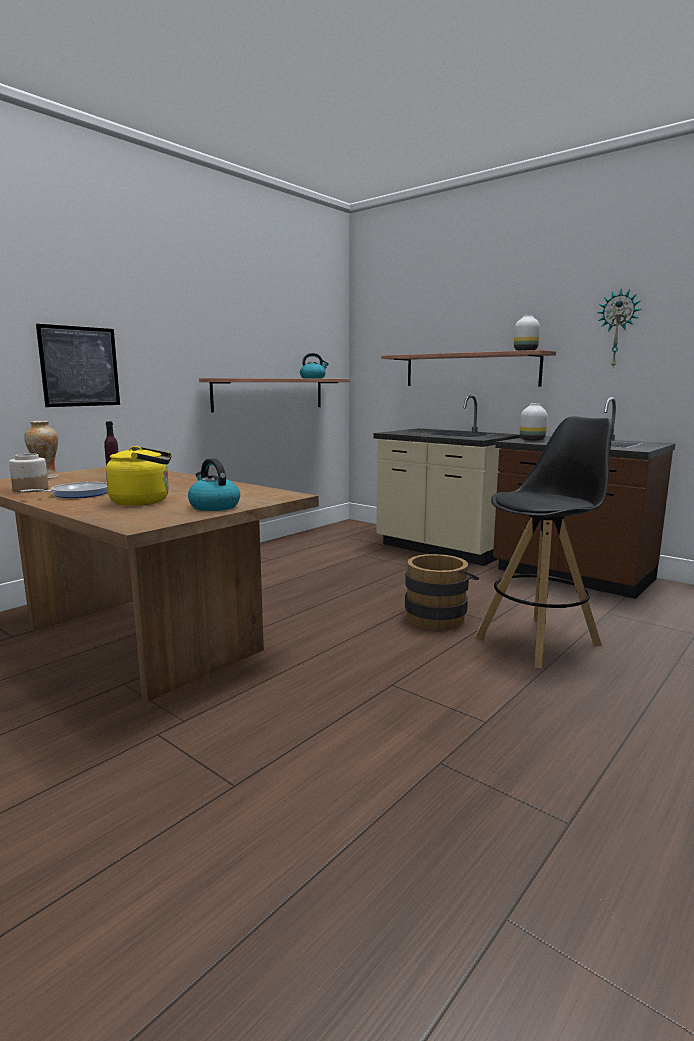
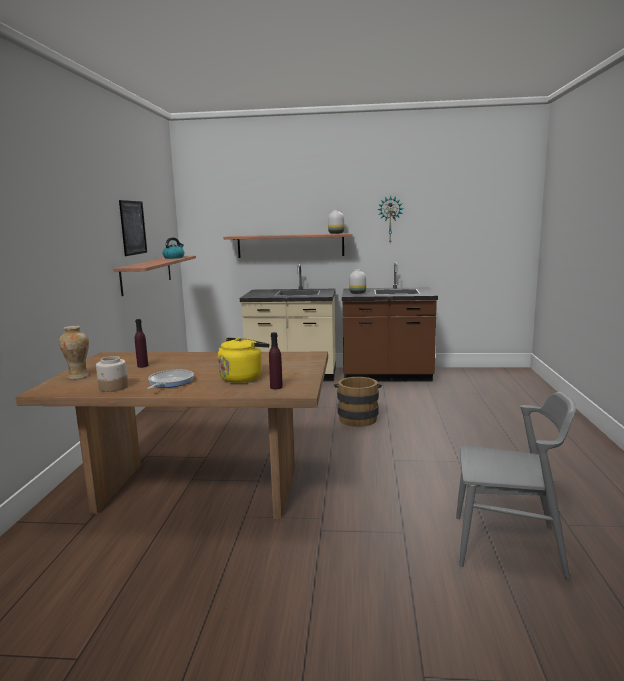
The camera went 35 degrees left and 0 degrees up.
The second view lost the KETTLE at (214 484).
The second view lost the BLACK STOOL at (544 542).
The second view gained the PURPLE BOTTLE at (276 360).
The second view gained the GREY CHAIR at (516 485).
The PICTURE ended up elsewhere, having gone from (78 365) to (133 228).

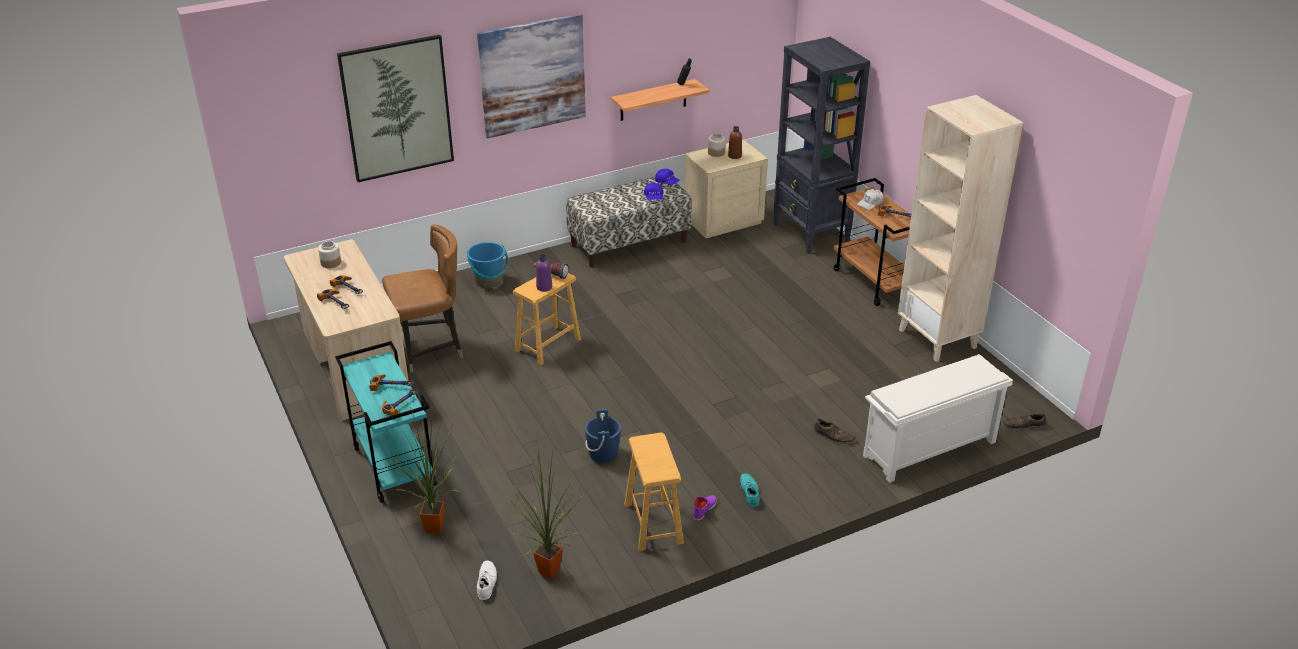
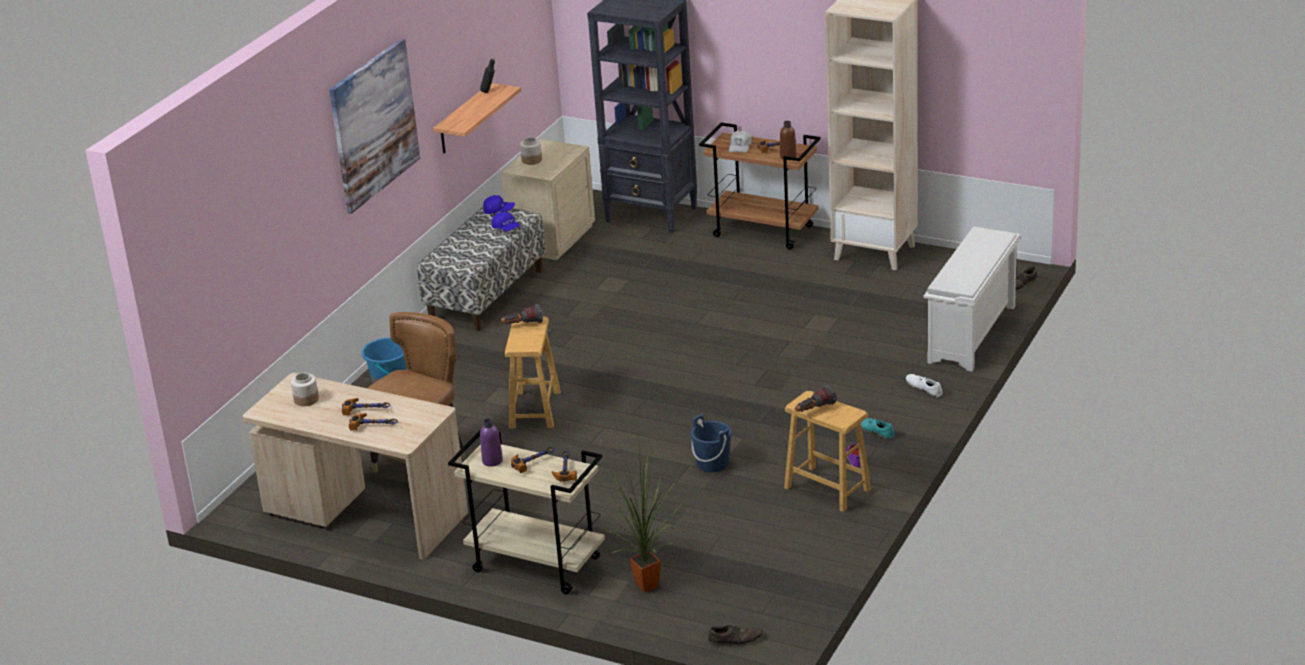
The camera went 35 degrees left and 5 degrees down.
The second view lost the PICTURE at (395 108).
The second view lost the POTTED PLANT at (547 509).
The second view gained the FLASHLIGHT at (816 398).
The WHITE SHOE ended up elsewhere, having gone from (487 580) to (924 385).
The PURPLE BOTTLE ended up elsewhere, having gone from (544 273) to (491 442).
The BROWN BOTTLE ended up elsewhere, having gone from (735 142) to (788 140).
The BROWN SHOE ended up elsewhere, having gone from (835 431) to (735 635).
What was the TURQUOISE CART at (386 422) turned into the BEIGE CART at (526 512).

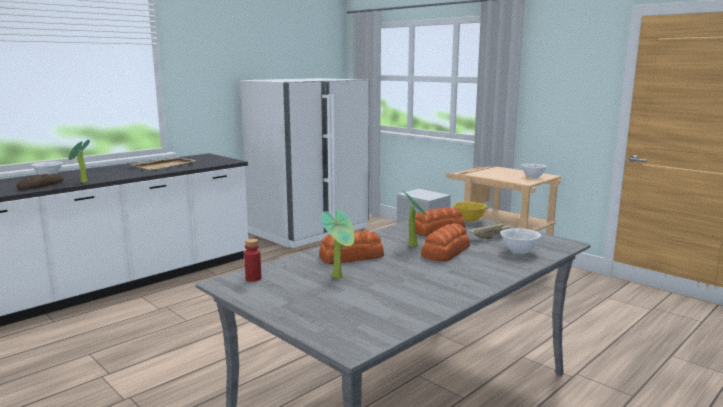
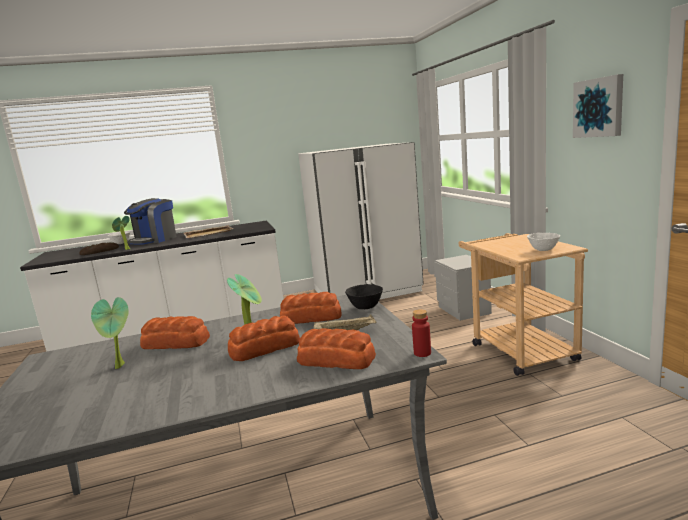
The camera went 30 degrees right and 0 degrees up.
The second view gained the COFFEE MACHINE at (150 221).
The second view gained the PICTURE at (598 106).
The RED BOTTLE ended up elsewhere, having gone from (252 260) to (421 333).
Where the WHITE BOWL stood at (520 241), the BREAD came to stand at (336 348).
What was the YELLOW BOWL at (470 212) turned into the BLACK BOWL at (364 296).

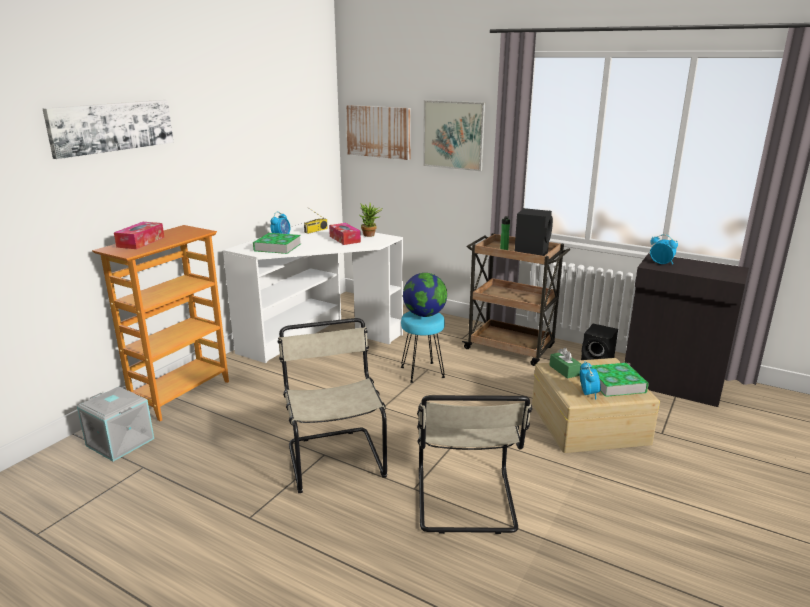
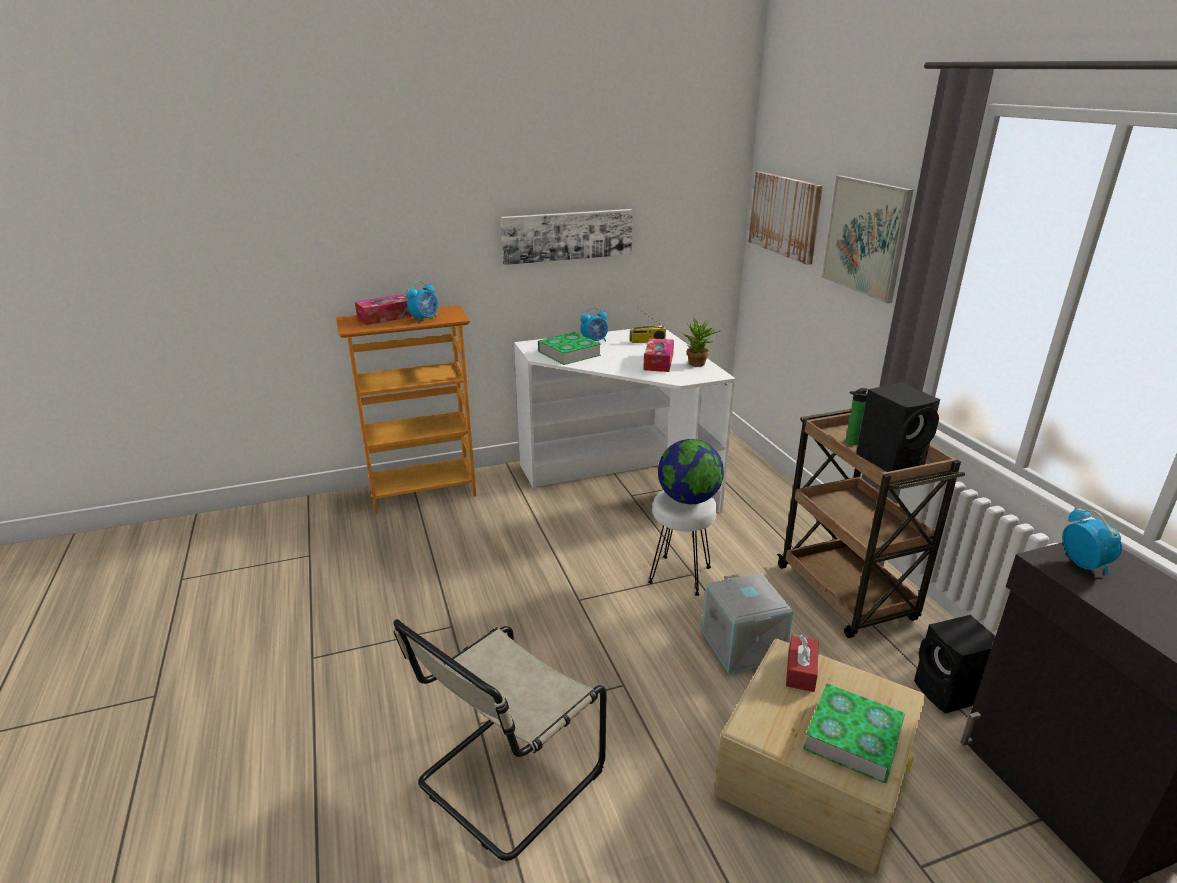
The camera went 40 degrees right and 5 degrees up.
The second view lost the BEIGE CHAIR at (332 405).
The PICTURE ended up elsewhere, having gone from (108 129) to (567 237).
The GREY STORAGE BOX ended up elsewhere, having gone from (115 424) to (747 623).
The ALARM CLOCK ended up elsewhere, having gone from (590 381) to (422 302).
What was the TURQUOISE STOOL at (423 347) turned into the WHITE STOOL at (682 543).
What was the GREEN TISSUE BOX at (565 363) turned into the RED TISSUE BOX at (802 663).

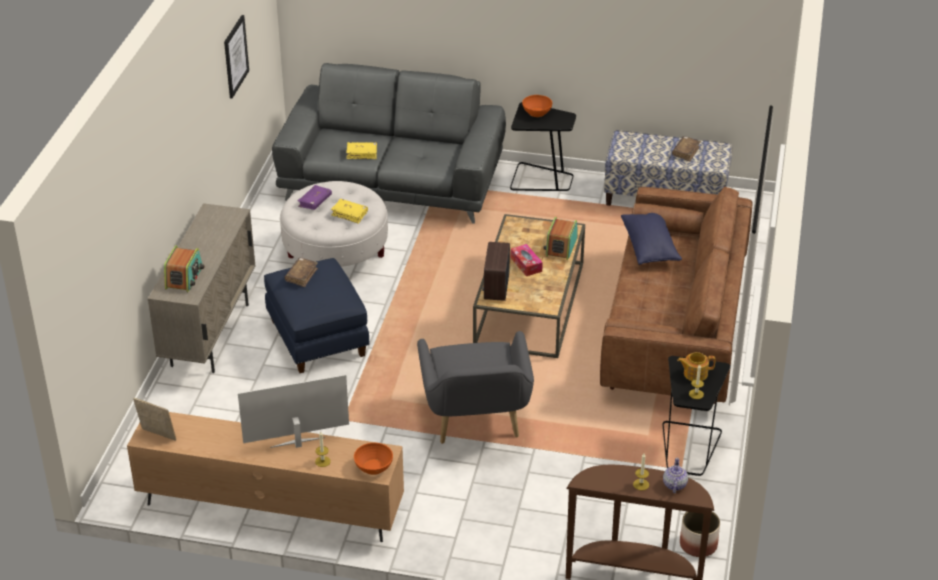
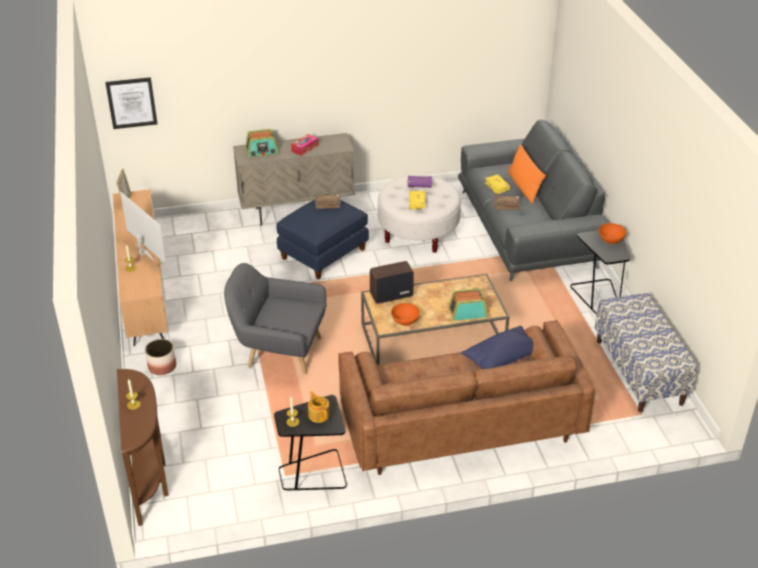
The camera went 65 degrees right and 0 degrees up.
The second view lost the TEAPOT at (675 475).
The second view gained the ORANGE PILLOW at (527 174).
The PICTURE ended up elsewhere, having gone from (236 57) to (131 103).
The ORANGE BOWL ended up elsewhere, having gone from (373 459) to (405 314).
The TISSUE BOX ended up elsewhere, having gone from (527 260) to (304 145).
The BROWN BOOK ended up elsewhere, having gone from (686 149) to (507 203).
The PLANTER ended up elsewhere, having gone from (700 534) to (160 357).
The GREY ARMCHAIR at (475 387) ended up facing another way, 45 degrees clockwise from before.

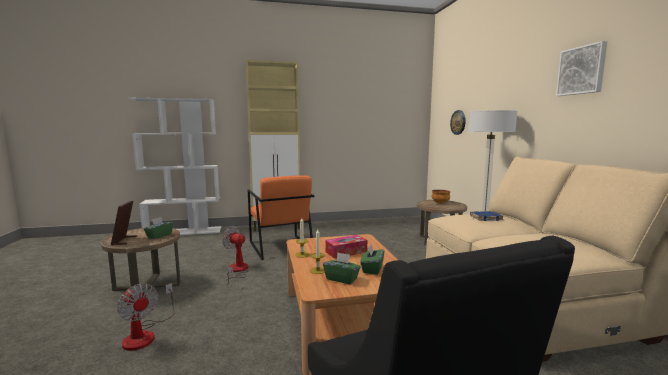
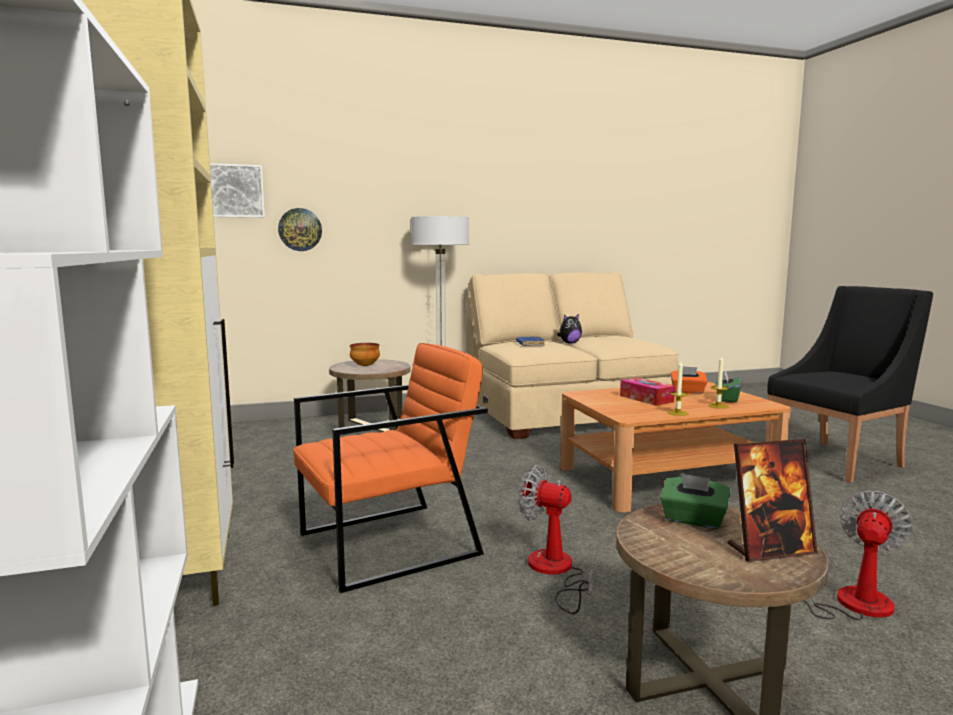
The camera went 95 degrees left and 0 degrees up.
The second view gained the PLUSH TOY at (569 329).
The PICTURE ended up elsewhere, having gone from (581 68) to (237 190).
What was the GREEN TISSUE BOX at (372 259) turned into the ORANGE TISSUE BOX at (689 380).
The FAN at (235 255) ended up facing another way, 90 degrees clockwise from before.

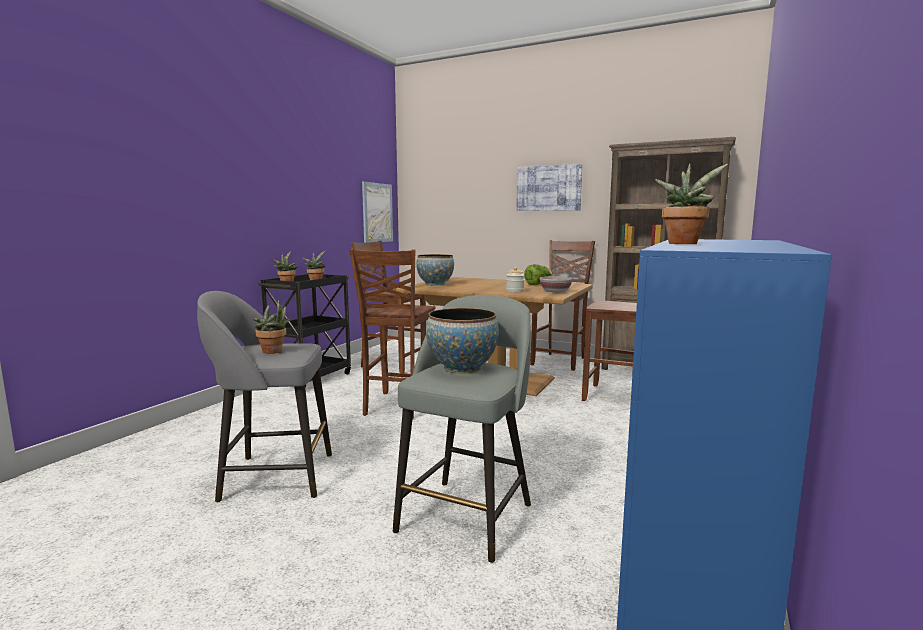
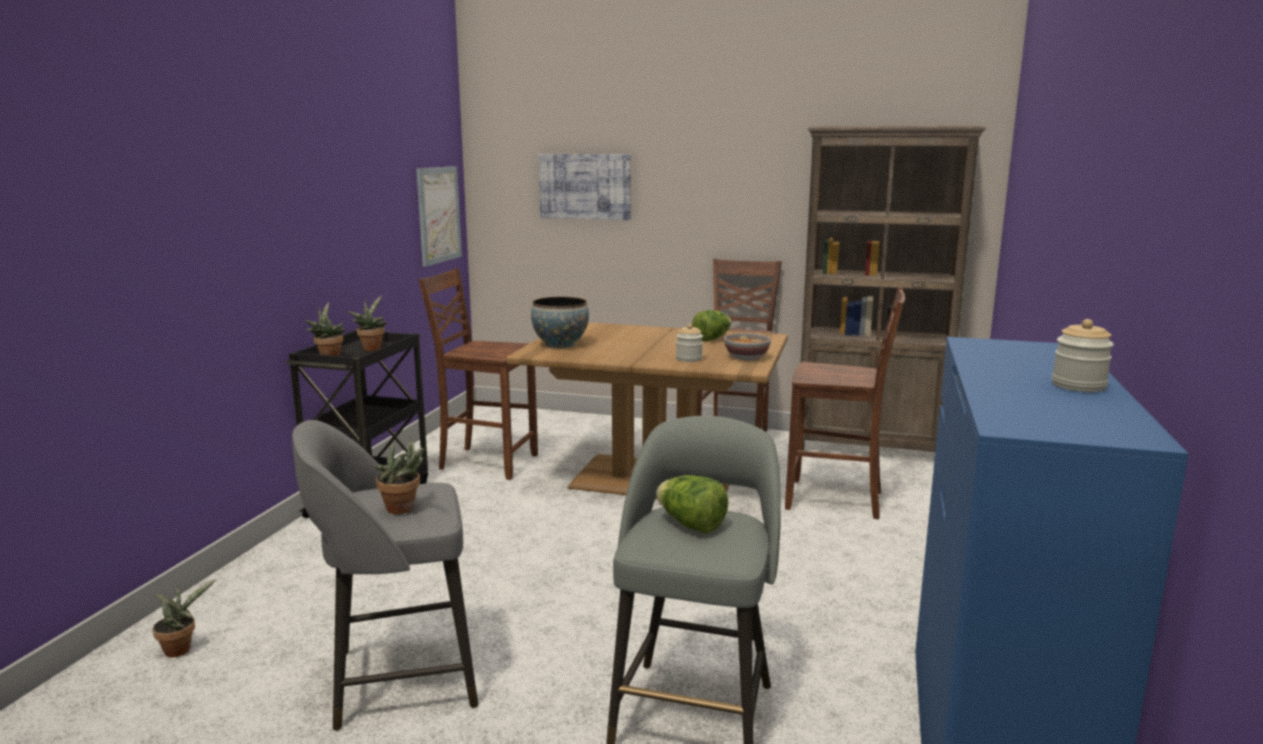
The camera went 10 degrees left and 5 degrees up.
The second view lost the BROWN CHAIR at (392 334).
The second view gained the JAR at (1083 355).
The PICTURE ended up elsewhere, having gone from (549 187) to (584 187).
The POTTED PLANT ended up elsewhere, having gone from (691 203) to (184 618).
Where the BOWL stood at (462 341), the LETTUCE came to stand at (692 504).

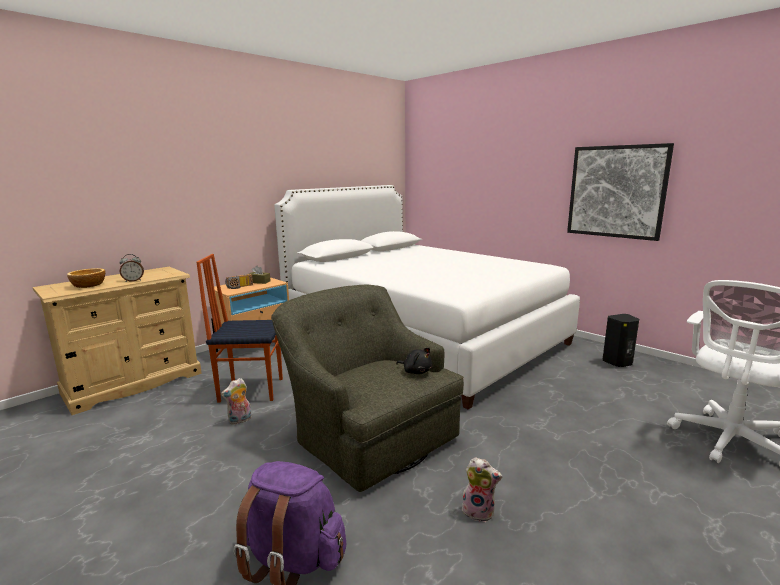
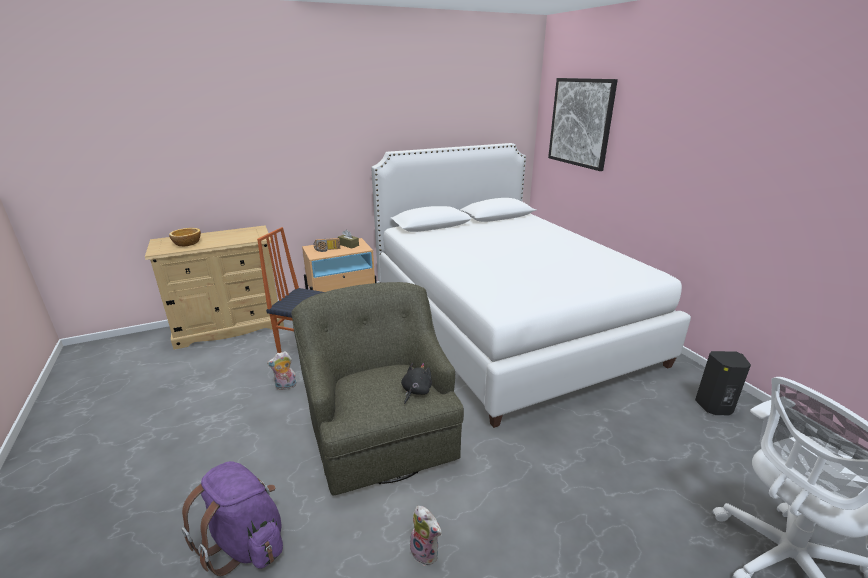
The camera went 20 degrees right and 10 degrees up.
The second view lost the ALARM CLOCK at (132 268).
The PICTURE ended up elsewhere, having gone from (620 192) to (583 124).
The BLACK PLUSH TOY at (414 360) ended up facing another way, 120 degrees counterclockwise from before.

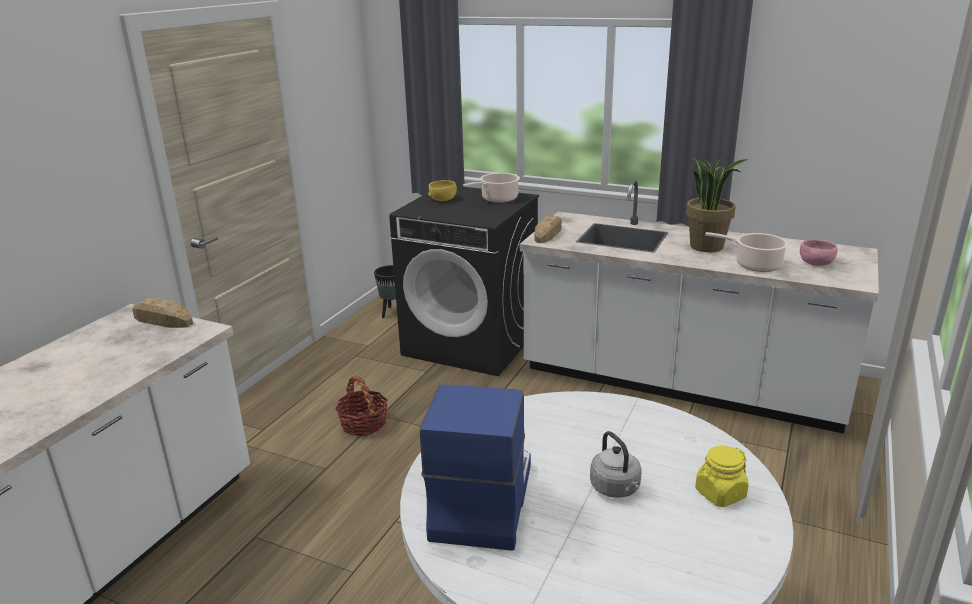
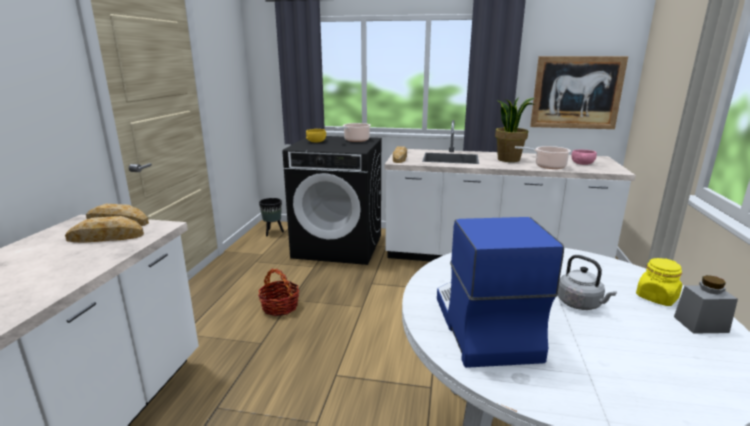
The camera went 15 degrees left and 5 degrees down.
The second view gained the BREAD at (104 229).
The second view gained the PICTURE at (579 92).
The second view gained the GREY JAR at (706 304).

